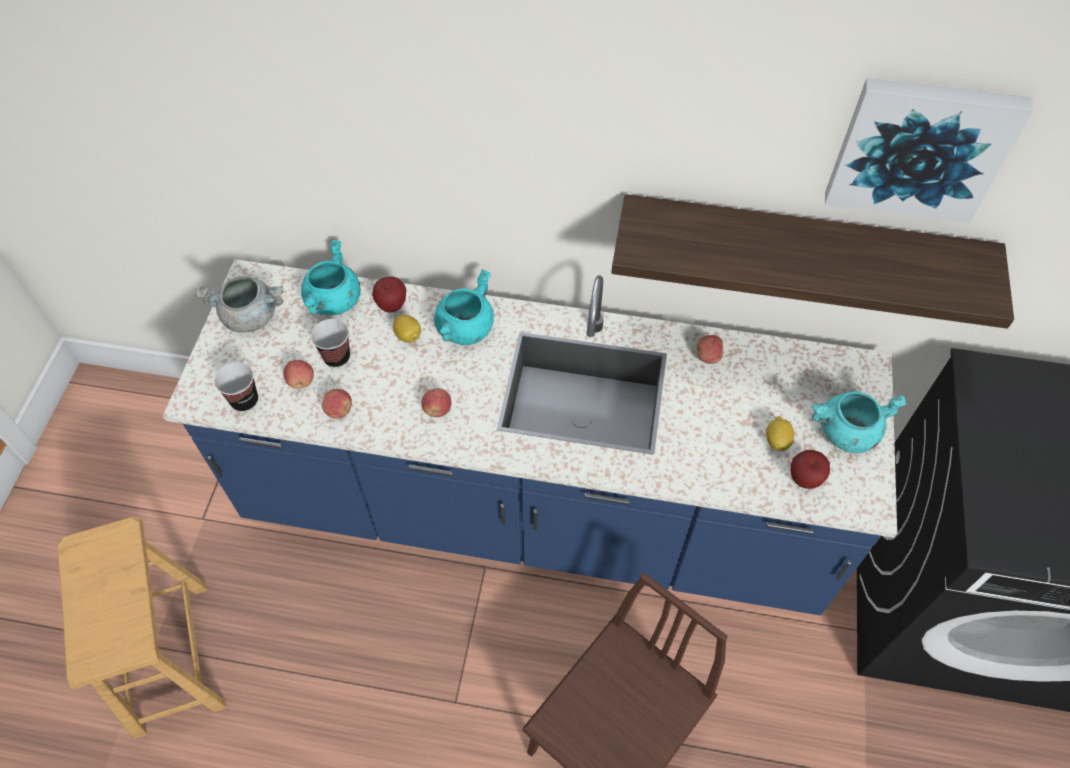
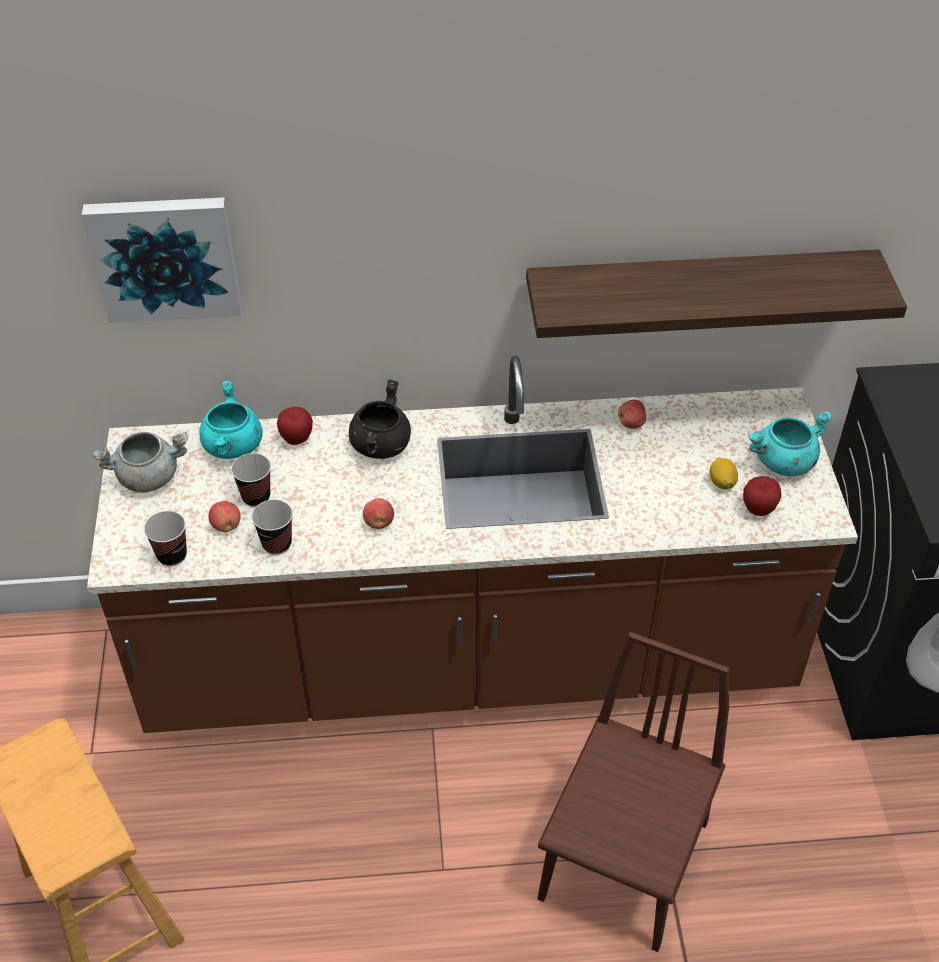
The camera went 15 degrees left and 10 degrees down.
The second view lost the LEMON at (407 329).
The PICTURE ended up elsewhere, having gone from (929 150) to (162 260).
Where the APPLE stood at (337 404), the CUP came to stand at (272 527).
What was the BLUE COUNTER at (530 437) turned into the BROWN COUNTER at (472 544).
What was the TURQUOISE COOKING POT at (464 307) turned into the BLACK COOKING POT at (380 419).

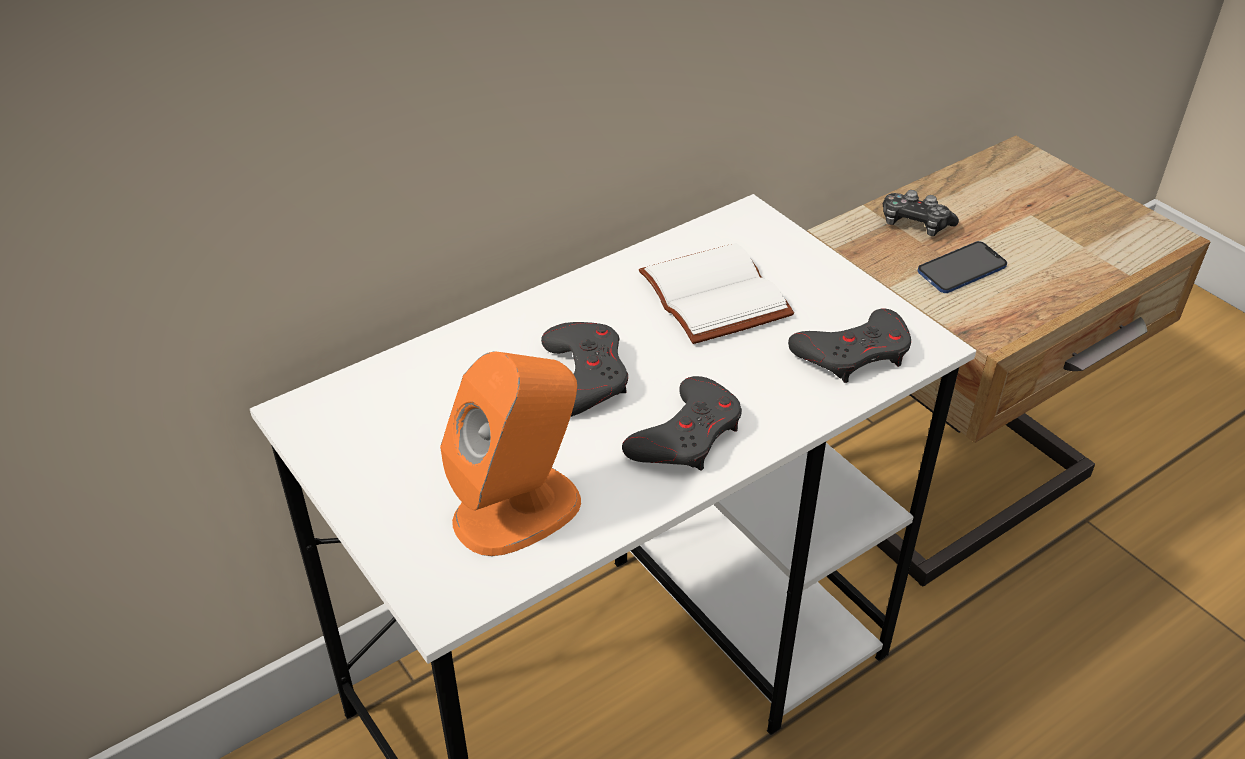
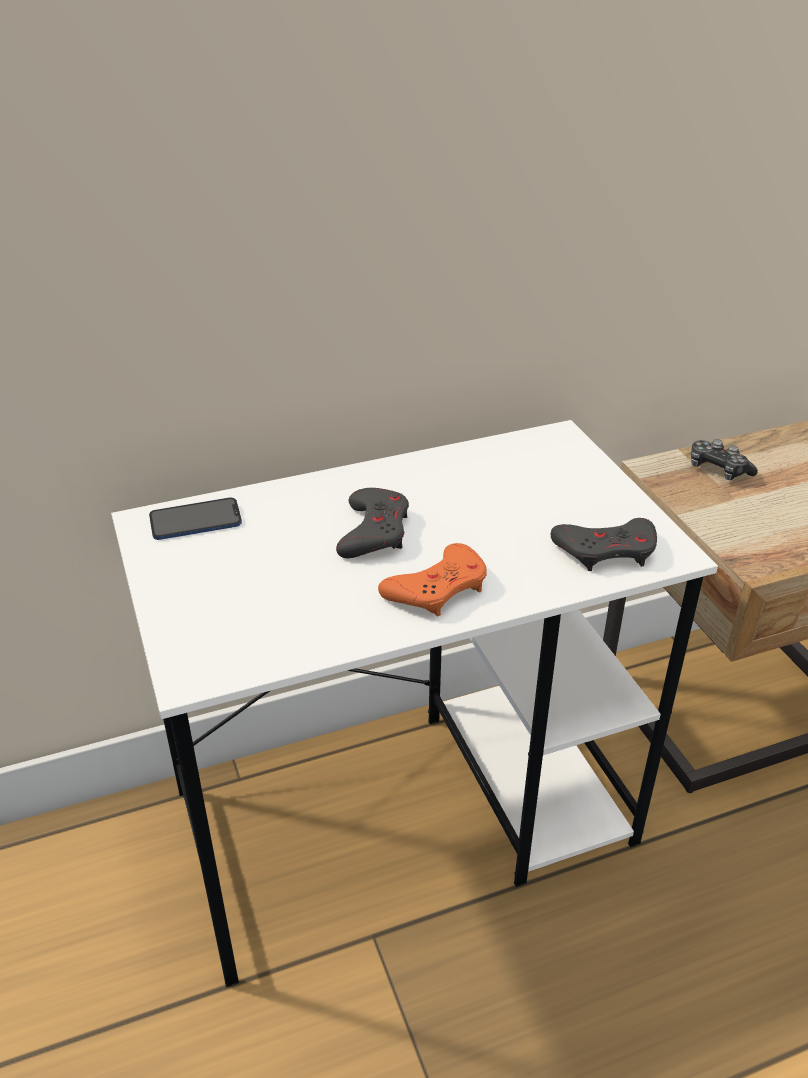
The camera went 15 degrees right and 5 degrees down.
The second view lost the ORANGE SPEAKER at (510 453).
The second view lost the WHITE BOOK at (716 293).
The PHONE ended up elsewhere, having gone from (962 267) to (195 519).
What was the GREY GAME CONTROLLER at (682 423) turned into the ORANGE GAME CONTROLLER at (432 579).

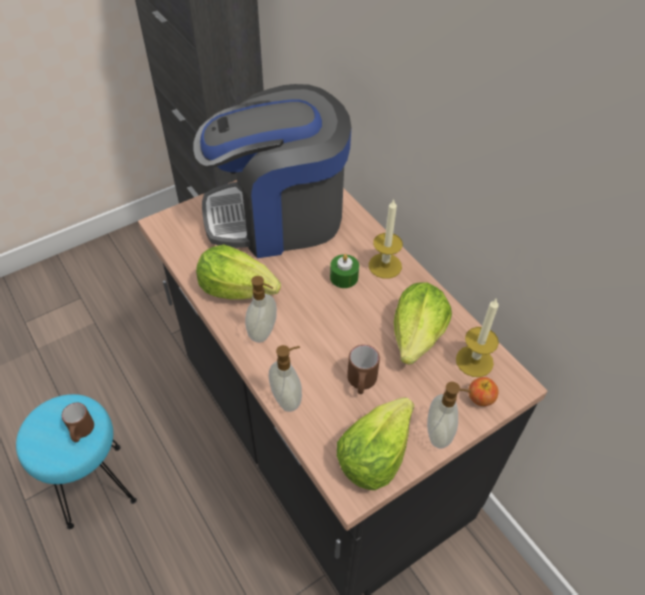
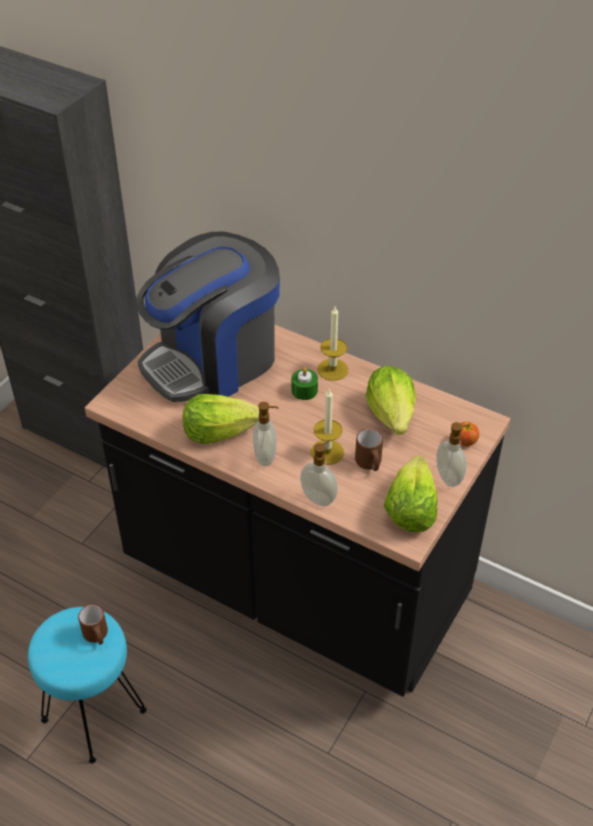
The camera went 25 degrees left and 5 degrees down.
The CANDLE ended up elsewhere, having gone from (477 337) to (327 427).

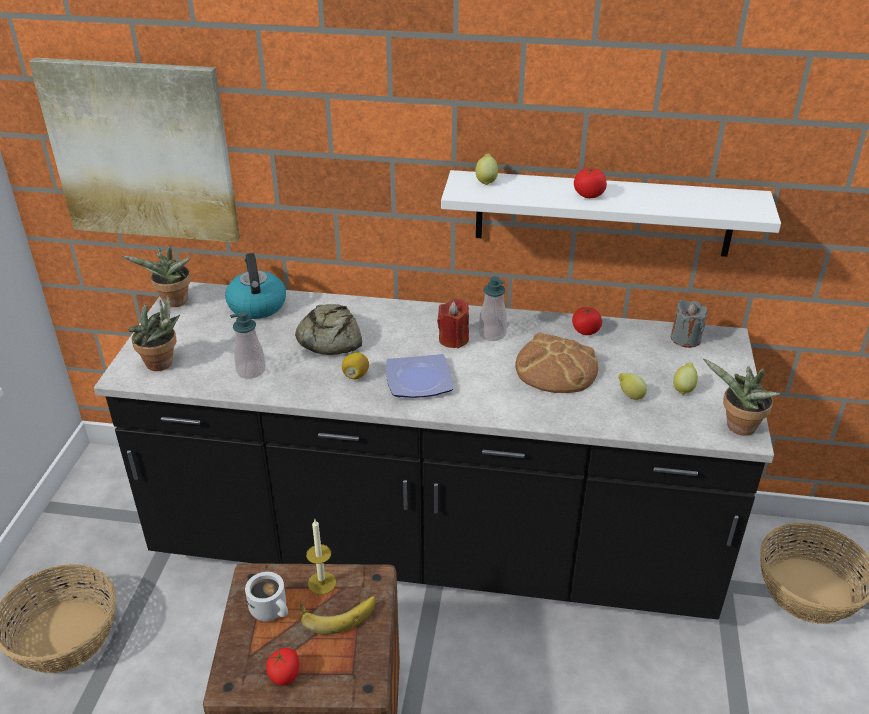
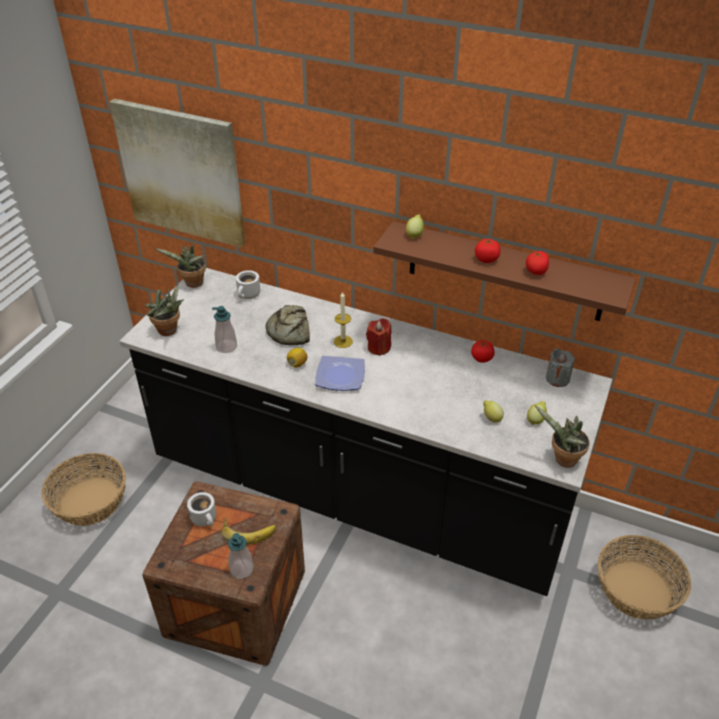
The camera went 15 degrees right and 5 degrees up.
The second view lost the BREAD at (556 363).
The TOMATO ended up elsewhere, having gone from (282 666) to (537 263).
The CANDLE ended up elsewhere, having gone from (321 557) to (343 319).
The SOAP DISPENSER ended up elsewhere, having gone from (493 308) to (241 556).
Where the KETTLE stood at (255 286), the WHITE MUG came to stand at (248 284).
What was the WHITE SHELF at (611 213) turned into the BROWN SHELF at (504 271).

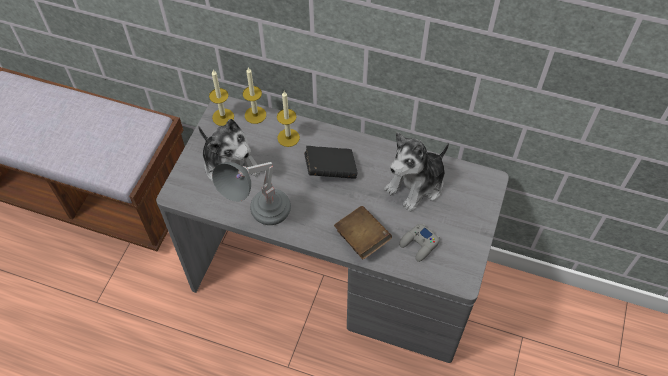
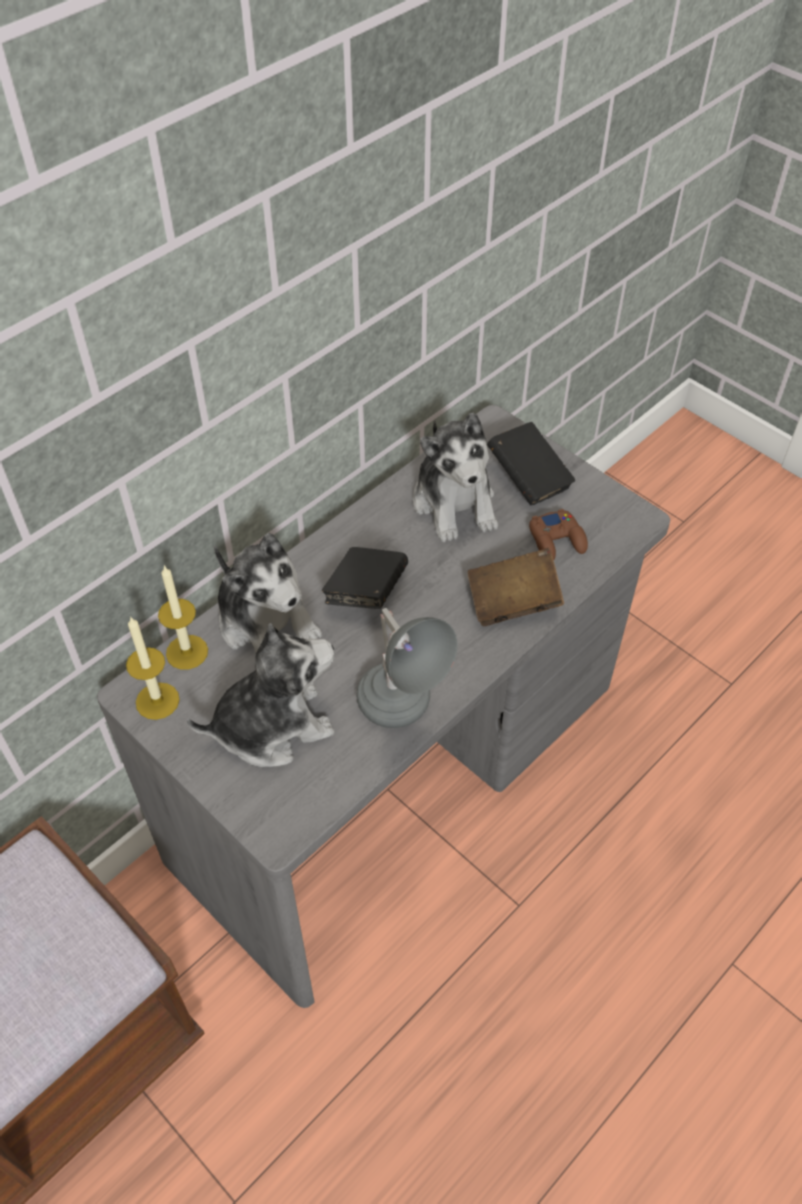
The camera went 65 degrees left and 5 degrees down.
The second view gained the BLACK BOOK at (531 463).
Where the CANDLE stood at (288 119), the PLUSH TOY came to stand at (268 592).
What was the GREY GAME CONTROLLER at (419 242) turned into the BROWN GAME CONTROLLER at (558 534).

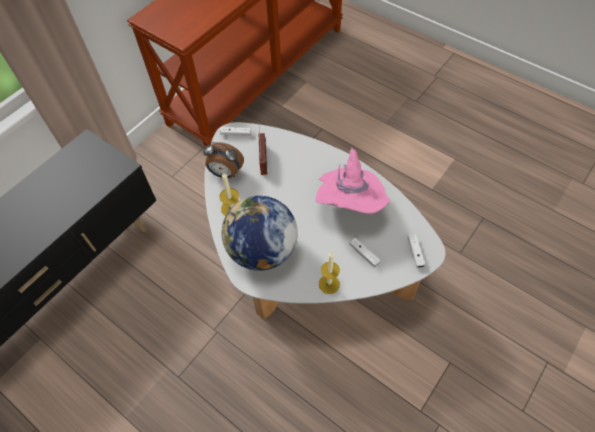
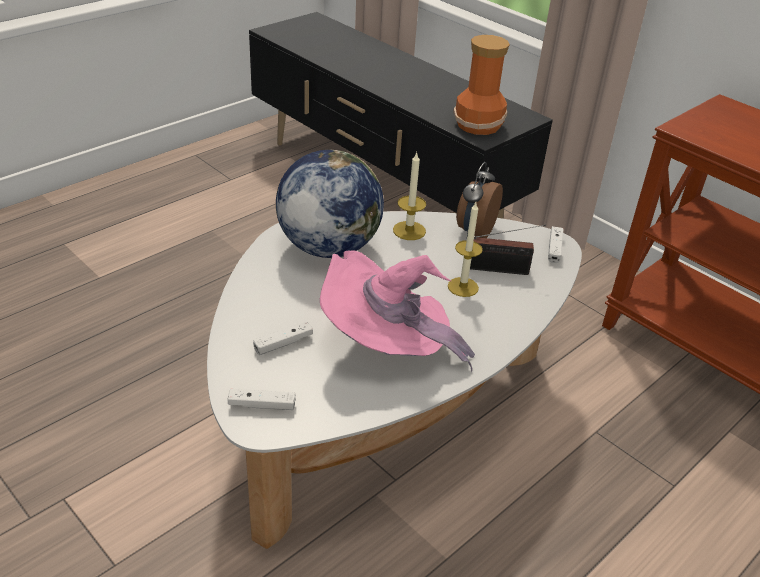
The camera went 95 degrees right and 20 degrees down.
The second view gained the VASE at (482 85).
The CANDLE ended up elsewhere, having gone from (329 273) to (465 249).

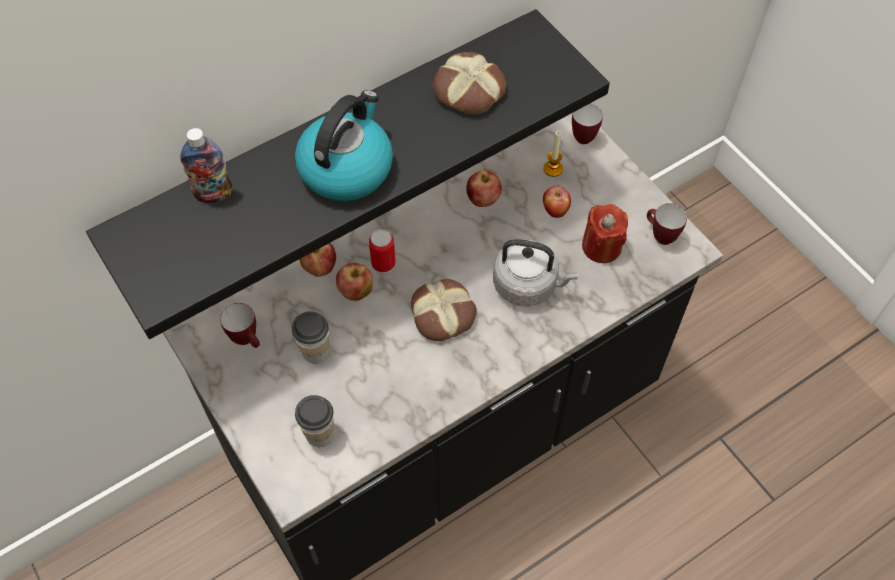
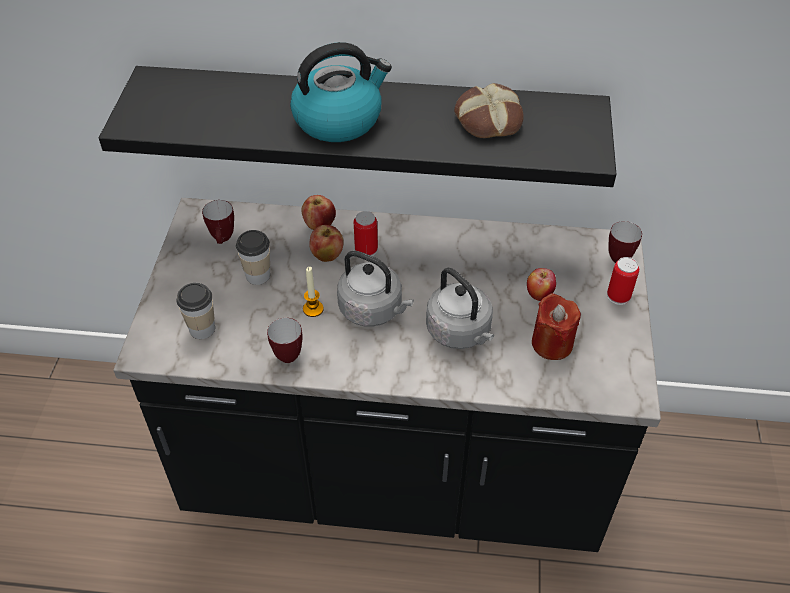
The camera went 40 degrees right and 10 degrees down.
The second view lost the BOTTLE at (206 165).
The second view lost the APPLE at (484 188).
The second view gained the CAN at (623 281).
The CANDLE ended up elsewhere, having gone from (553 154) to (313 292).
The MUG ended up elsewhere, having gone from (667 224) to (285 340).
Where the BREAD stood at (444 310), the GREY KETTLE came to stand at (375 289).

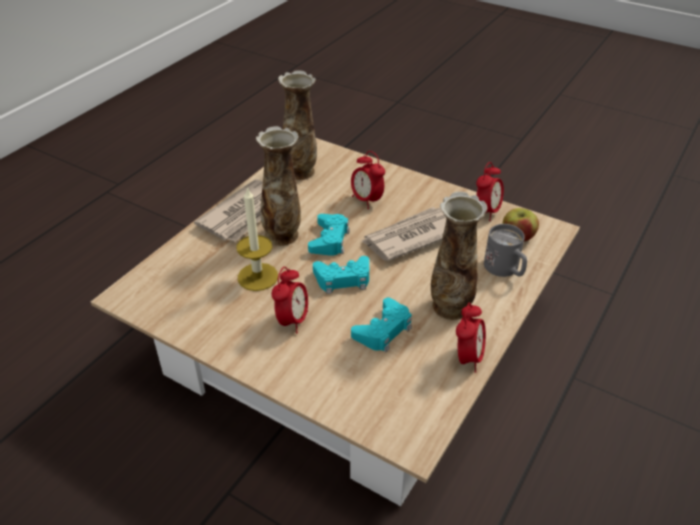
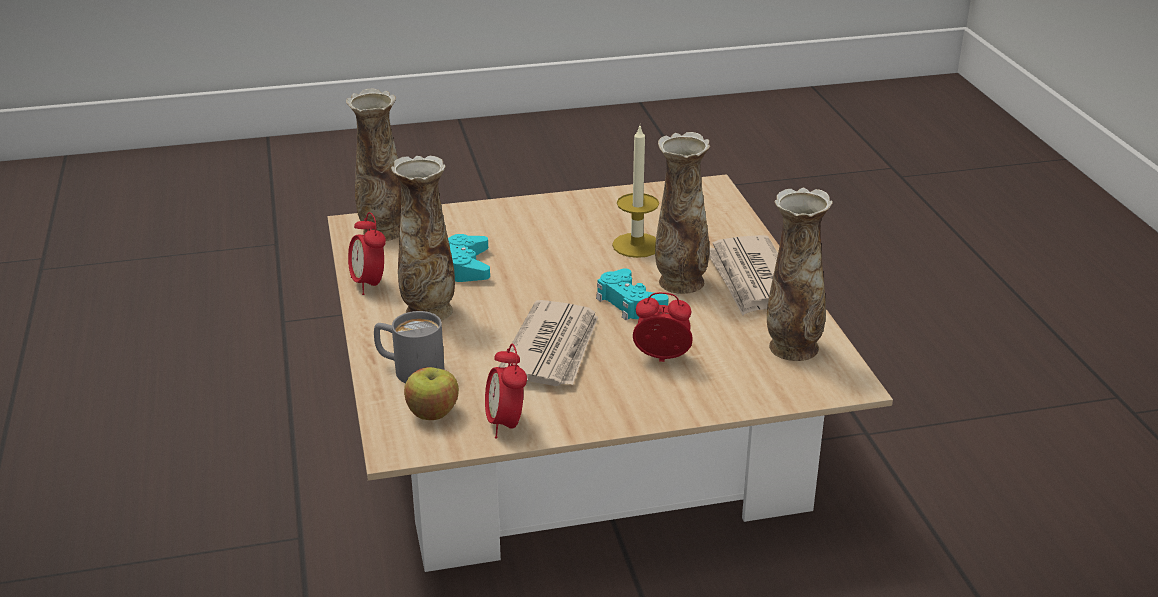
The camera went 135 degrees right and 10 degrees down.
The second view lost the ALARM CLOCK at (289 300).
The second view lost the TURQUOISE GAME CONTROLLER at (341 275).
The second view gained the VASE at (373 165).

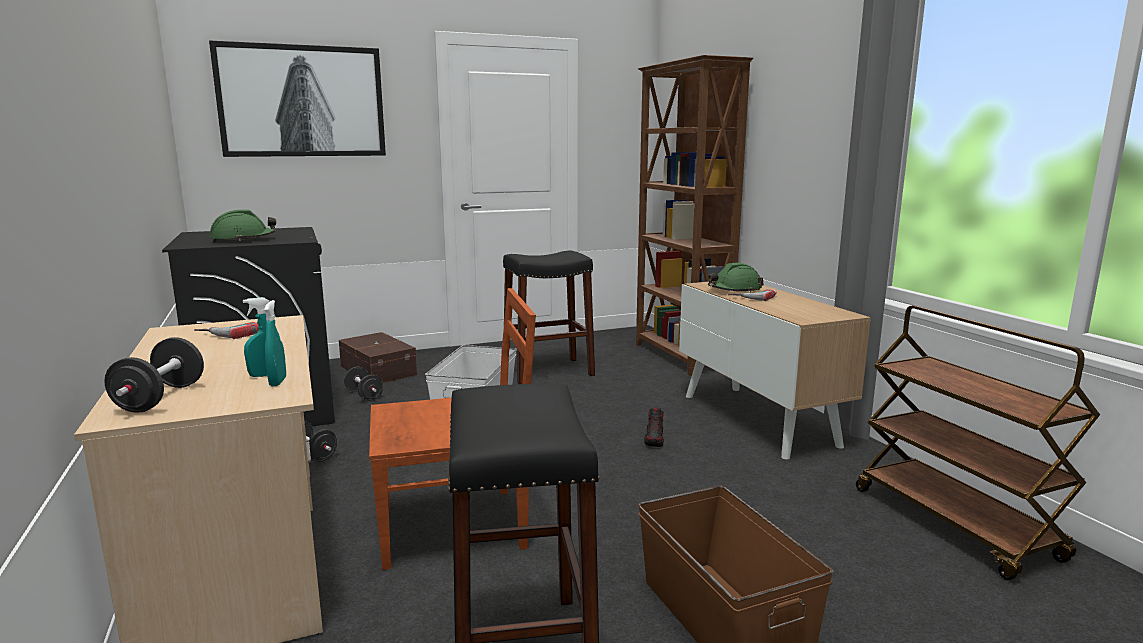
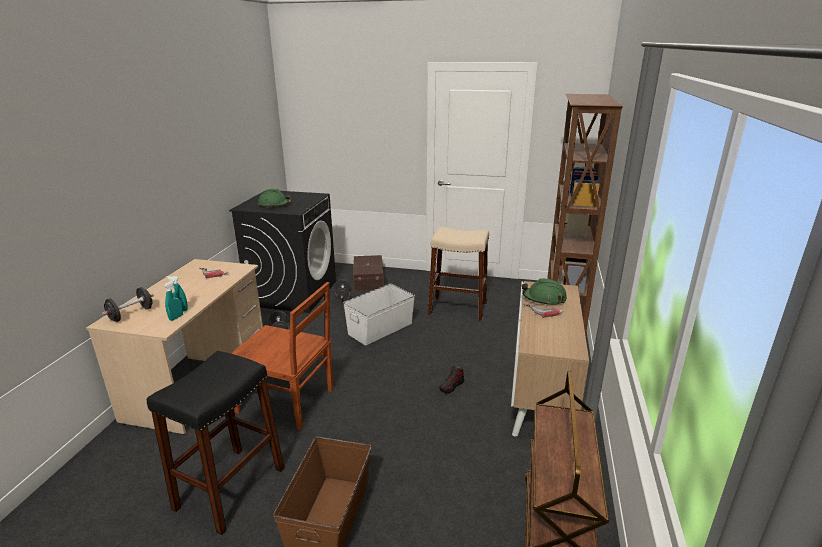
The camera went 35 degrees right and 10 degrees up.
The second view lost the PICTURE at (297 98).
What was the BLACK STOOL at (549 317) turned into the BEIGE STOOL at (458 274).

